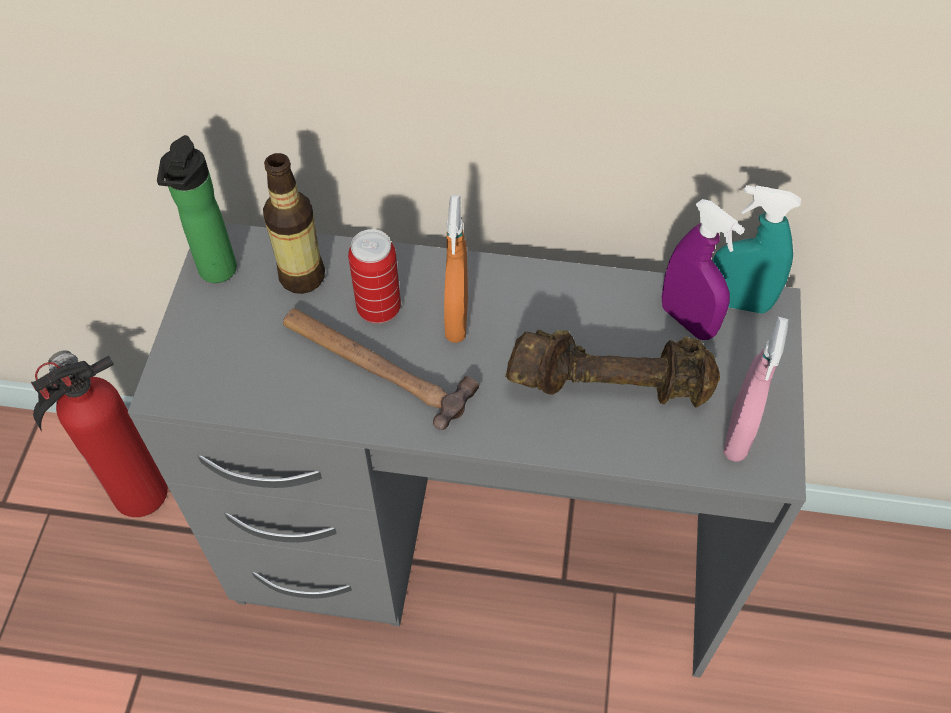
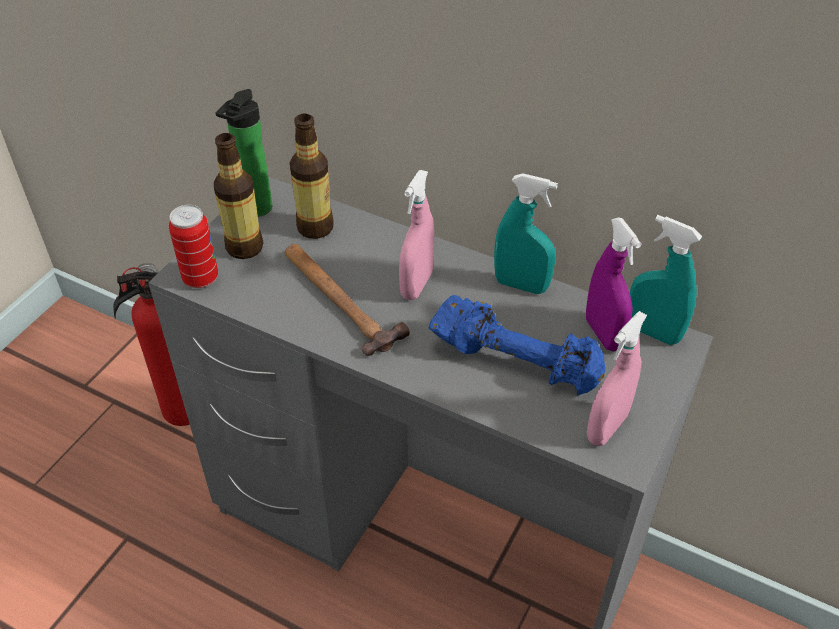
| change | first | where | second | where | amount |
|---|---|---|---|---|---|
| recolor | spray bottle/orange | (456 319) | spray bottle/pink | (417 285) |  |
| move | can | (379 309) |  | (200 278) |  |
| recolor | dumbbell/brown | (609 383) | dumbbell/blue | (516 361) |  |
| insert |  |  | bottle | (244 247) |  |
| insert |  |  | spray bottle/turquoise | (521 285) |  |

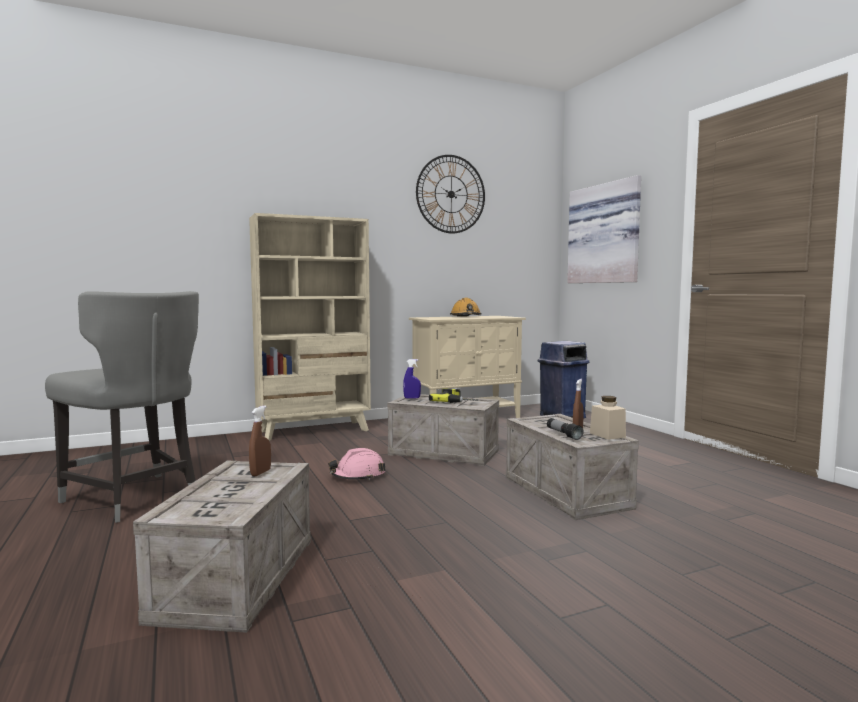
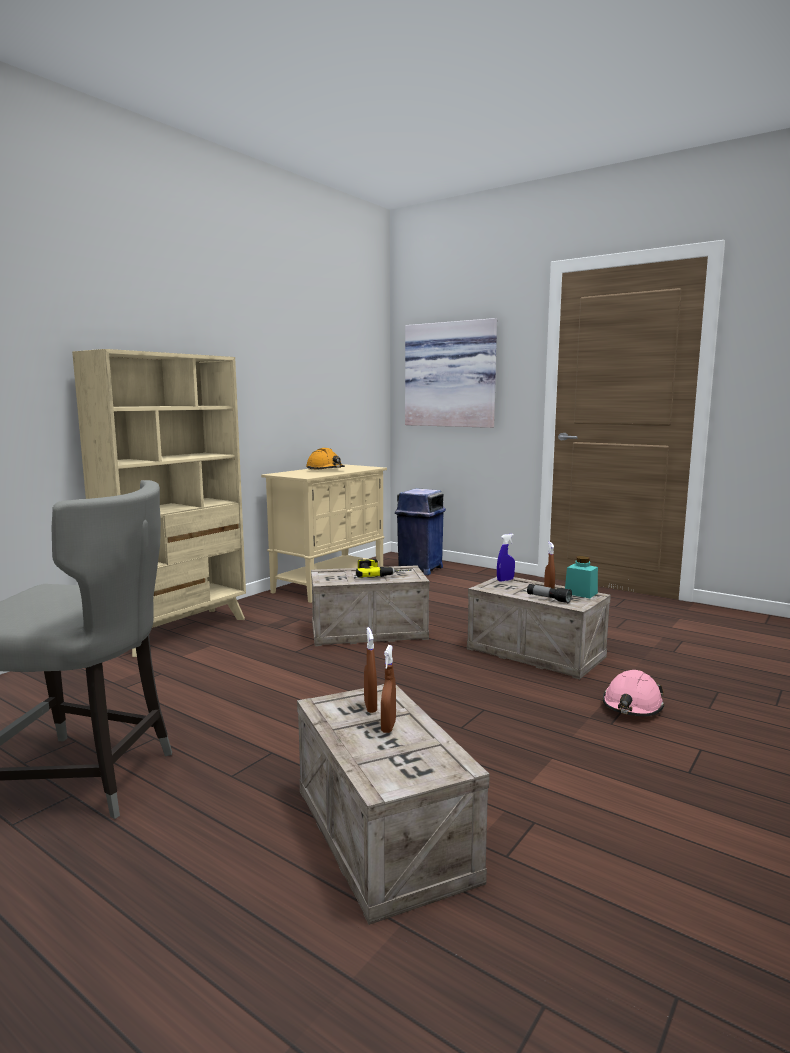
| change | first | where | second | where | amount |
|---|---|---|---|---|---|
| delete | wall clock | (451 194) |  |  |  |
| move | spray bottle/blue | (412 398) |  | (505 580) |  |
| recolor | jar/beige | (607 435) | jar/turquoise | (581 593) |  |
| move | hard hat/pink | (358 476) |  | (632 706) |  |
| insert |  |  | spray bottle/brown | (388 727) |  |

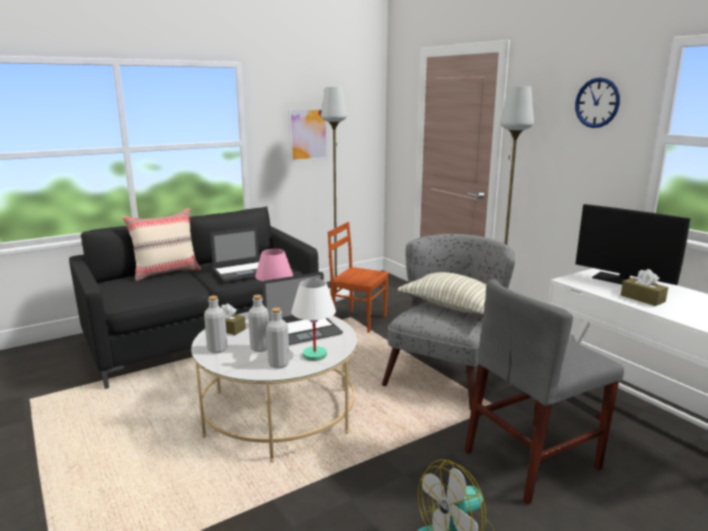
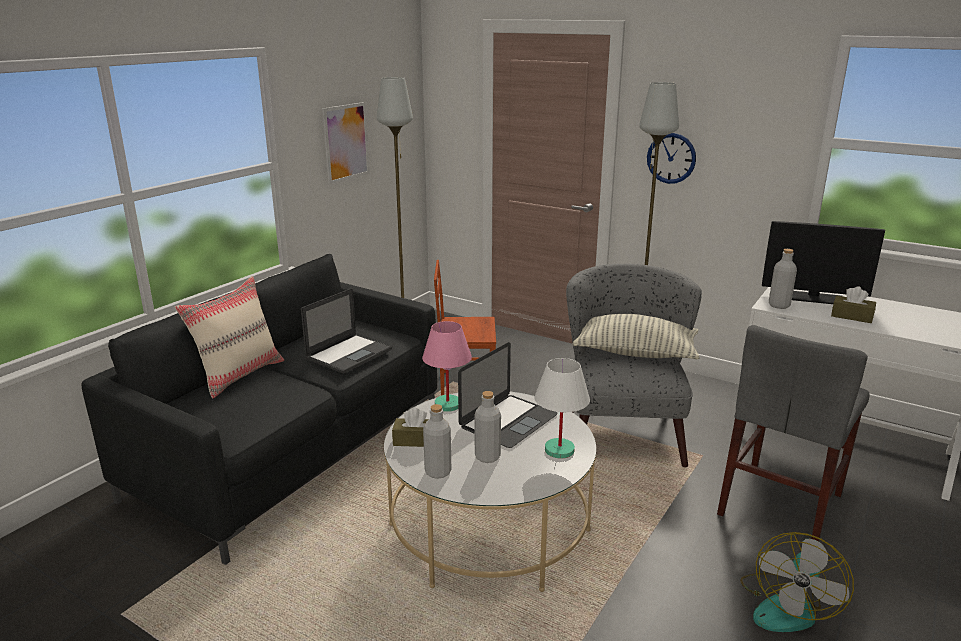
| change | first | where | second | where | amount |
|---|---|---|---|---|---|
| move | wall clock | (597 103) |  | (671 158) |  |
| move | bottle/grey | (278 364) |  | (779 305) |  |

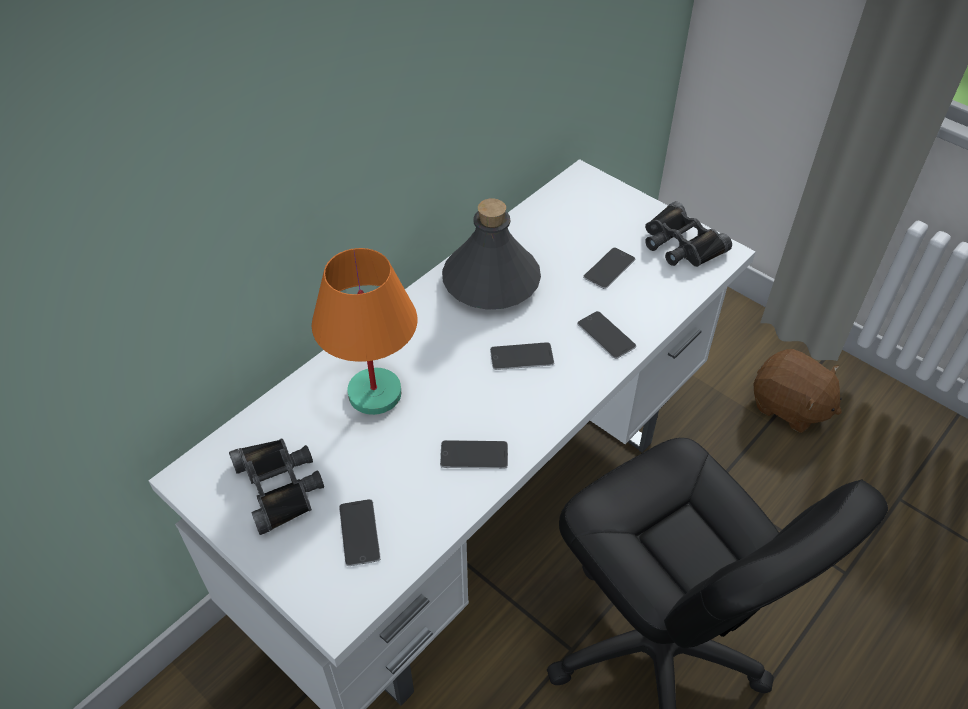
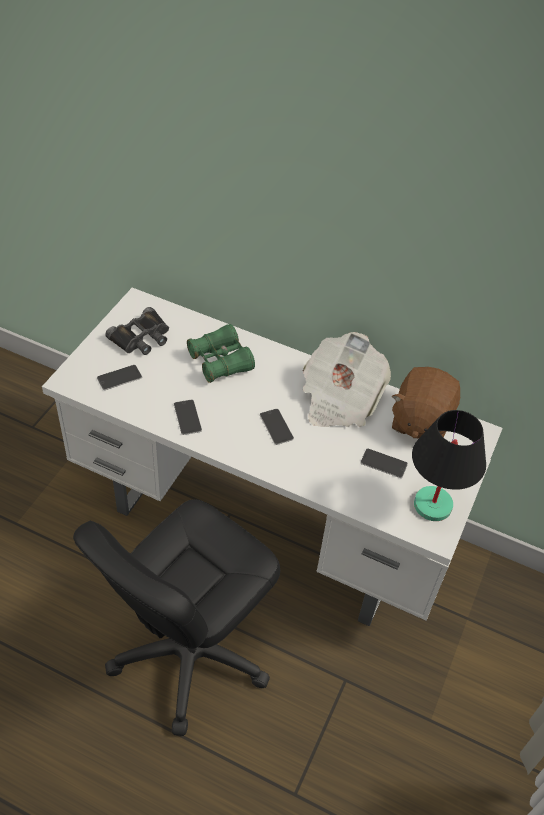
| change | first | where | second | where | amount |
|---|---|---|---|---|---|
| replace | bottle/grey | (492 281) | newspaper | (339 398) |  |
| replace | binoculars/black | (680 244) | table lamp/black | (433 506) |  |
| replace | table lamp/orange | (375 392) | binoculars/green | (220 361) |  |
| delete | phone | (606 335) |  |  |  |
| move | plush toy/brown | (789 407) |  | (420 421) |  |

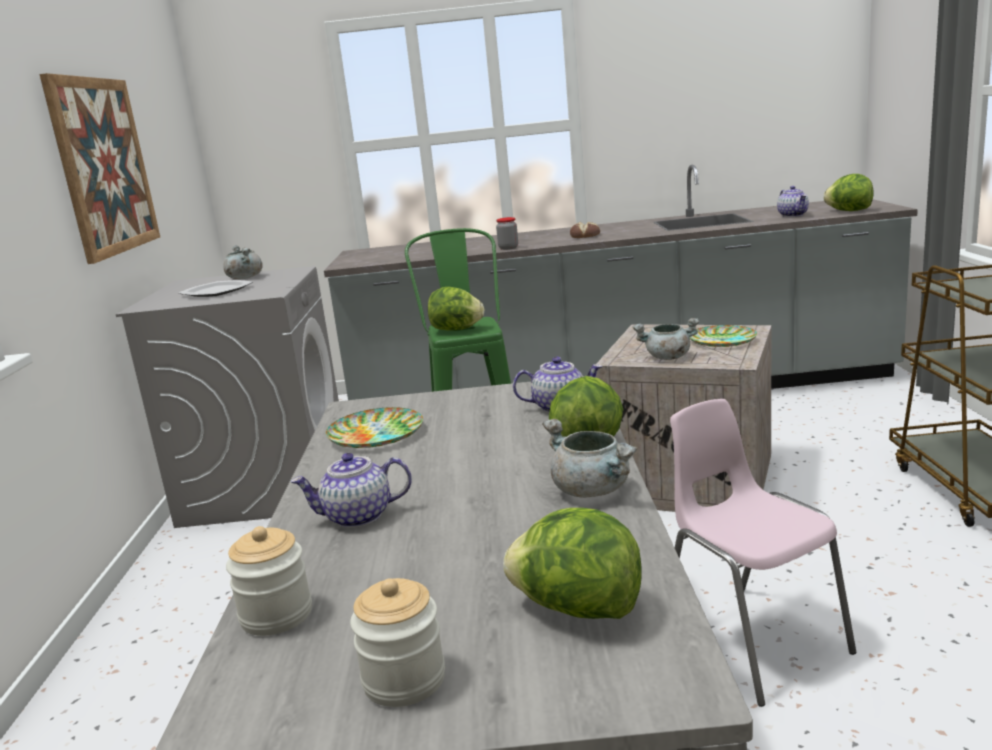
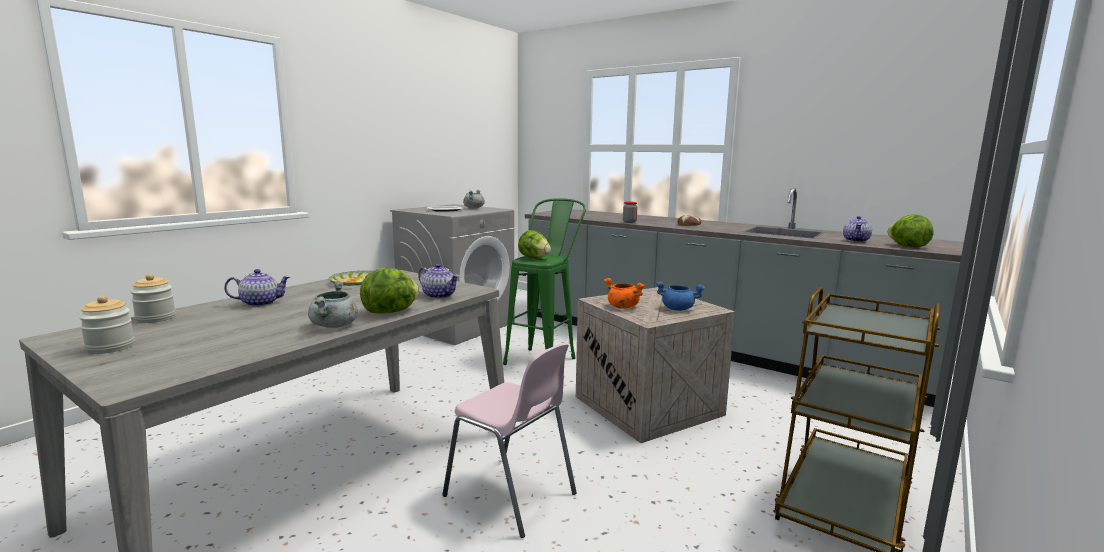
| change | first | where | second | where | amount |
|---|---|---|---|---|---|
| delete | picture | (104 166) |  |  |  |
| recolor | cooking pot/grey | (667 357) | cooking pot/orange | (622 307) |  |
| replace | plate | (722 340) | cooking pot/blue | (678 309) |  |
| rotate | chair/pink | (751 639) |  | (511 495) | 120 degrees clockwise |
| rotate | teapot | (357 517) |  | (261 303) | 135 degrees clockwise |
| delete | lettuce | (578 609) |  |  |  |

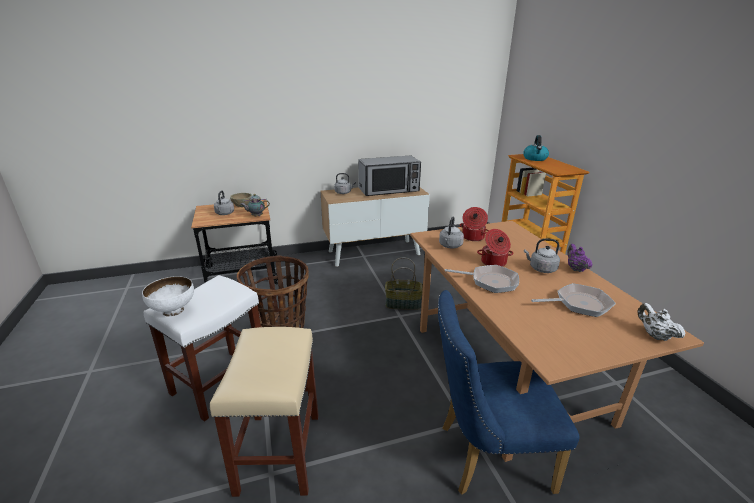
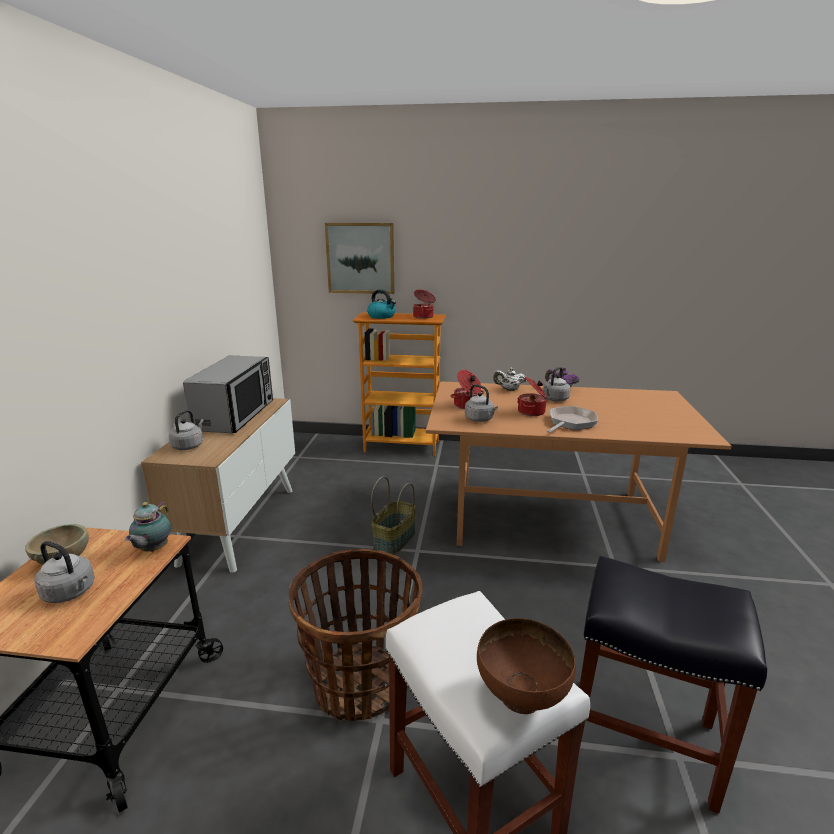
| change | first | where | second | where | amount |
|---|---|---|---|---|---|
| recolor | bowl/white | (173 311) | bowl/brown | (522 696) |  |
| delete | frying pan | (579 304) |  |  |  |
| delete | chair/blue | (485 455) |  |  |  |
| move | teapot/white | (654 335) |  | (509 390) |  |
| recolor | stool/beige | (280 453) | stool/black | (644 739) |  |
| insert |  |  | picture | (360 258) |  |
| insert |  |  | cooking pot | (424 316) |  |

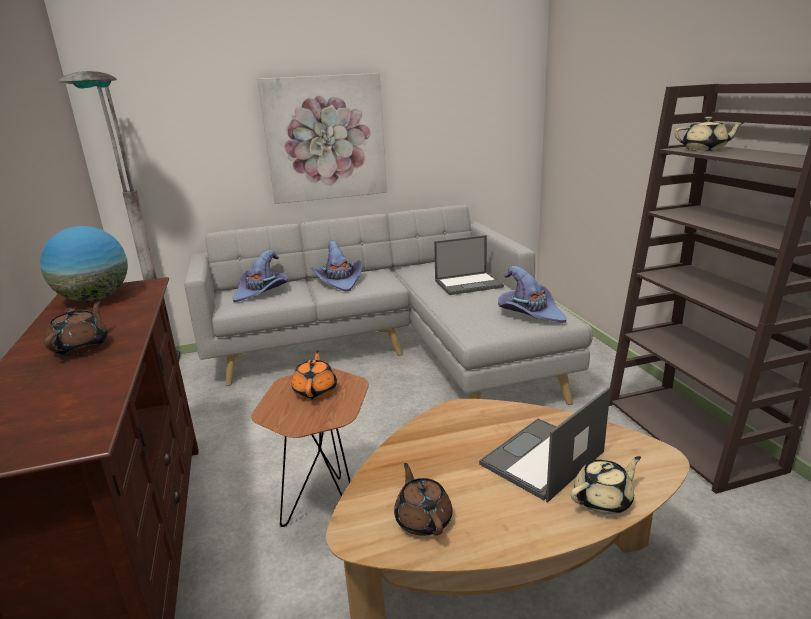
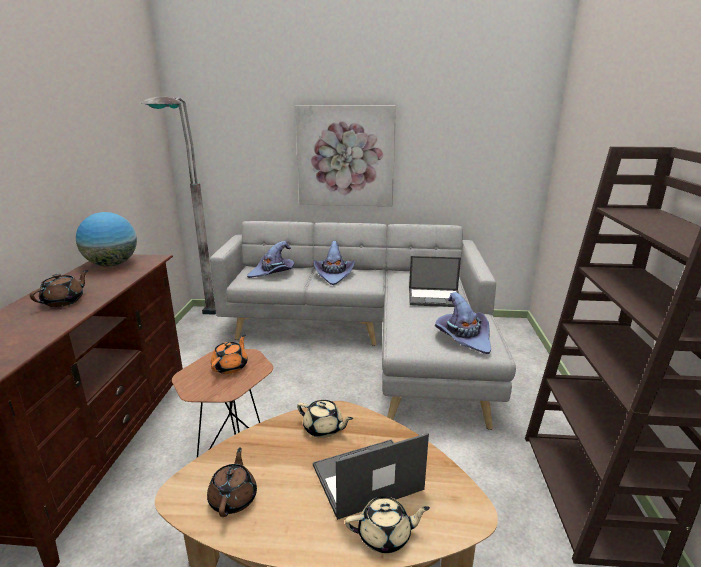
| change | first | where | second | where | amount |
|---|---|---|---|---|---|
| move | teapot/beige | (705 149) |  | (324 429) |  |

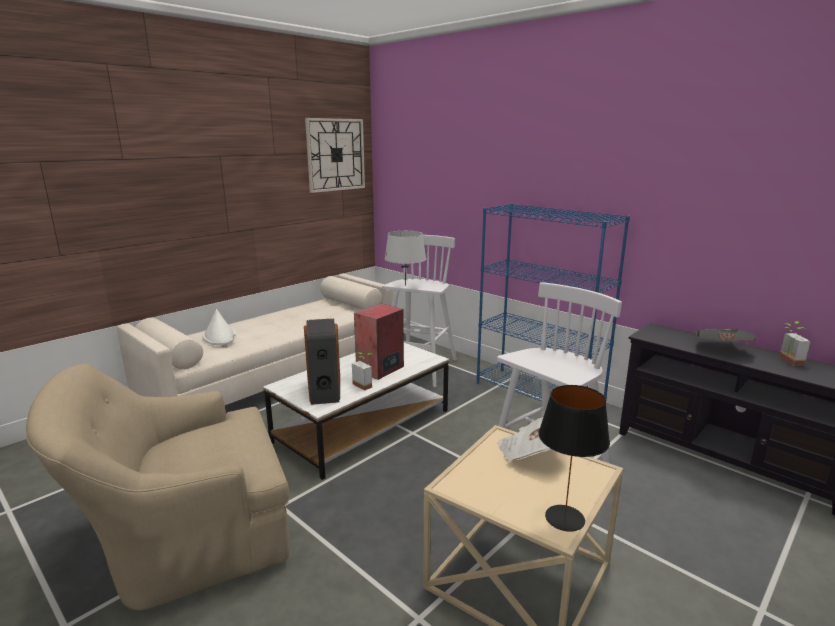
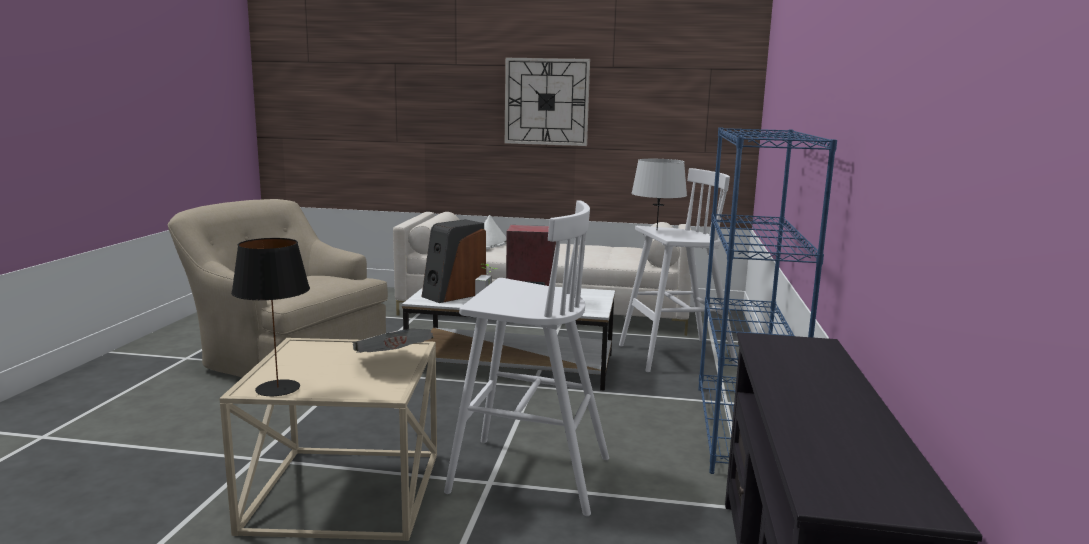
| change | first | where | second | where | amount |
|---|---|---|---|---|---|
| move | wall clock | (335 155) |  | (546 102) |  |
| delete | potted plant | (786 361) |  |  |  |
| delete | newspaper | (721 349) |  |  |  |

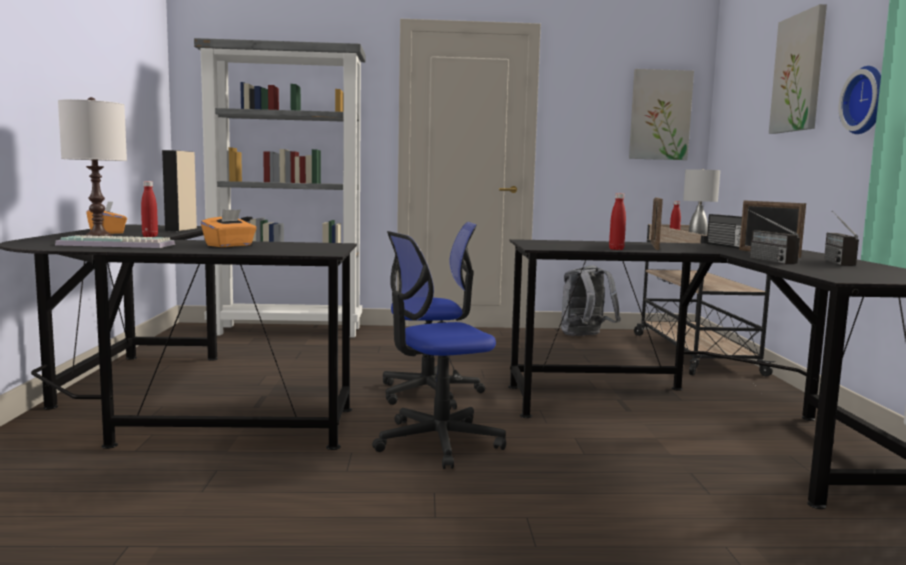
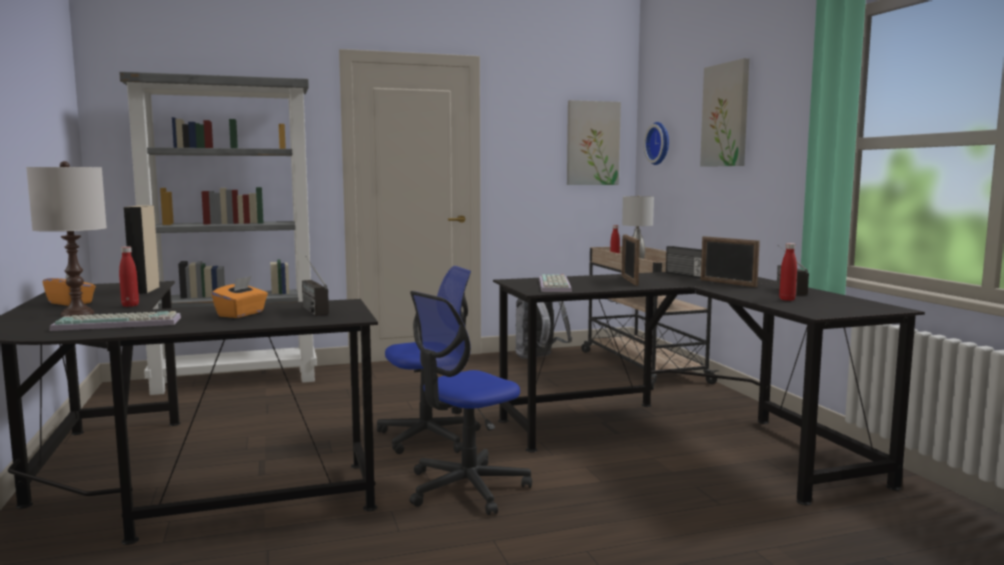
| change | first | where | second | where | amount |
|---|---|---|---|---|---|
| move | wall clock | (868 100) |  | (660 143) |  |
| move | bottle/red | (616 249) |  | (787 299) |  |
| move | radio | (761 259) |  | (310 308) |  |
| insert |  |  | keyboard | (556 285) |  |

